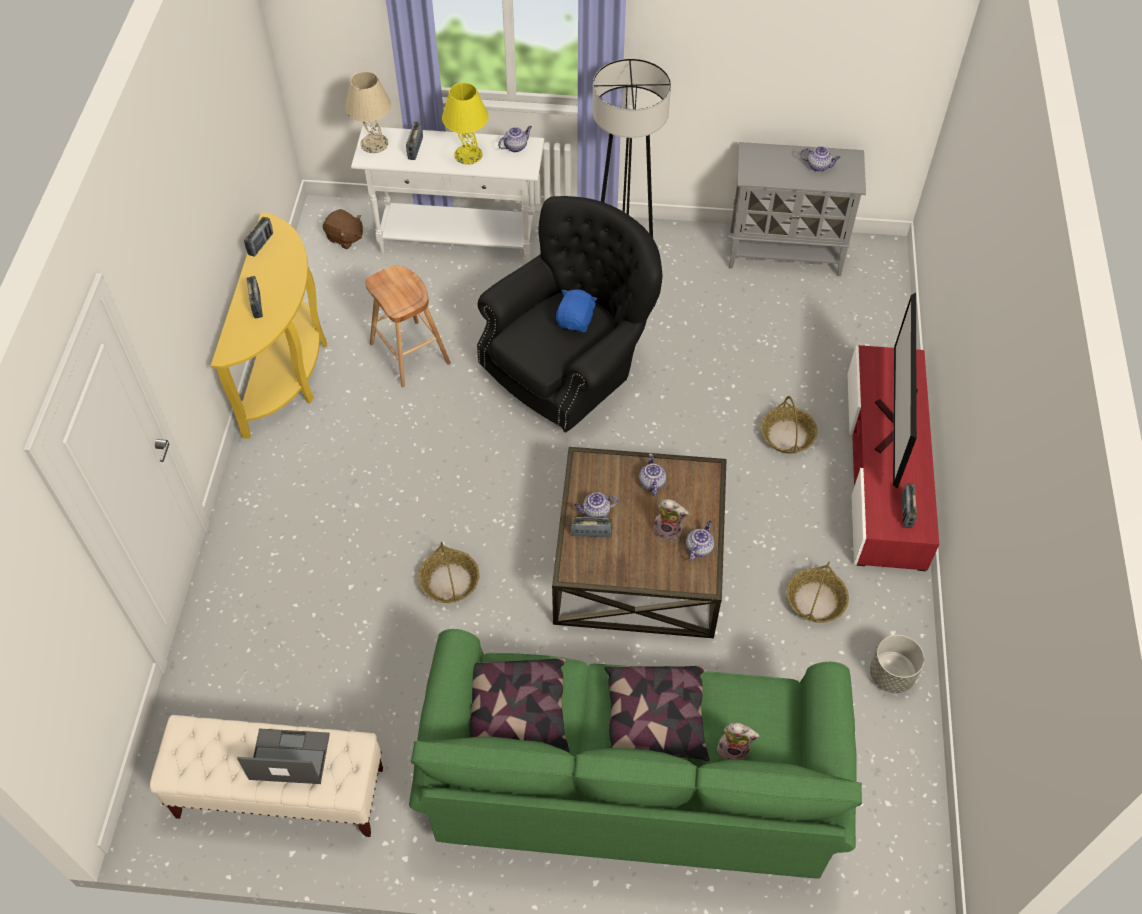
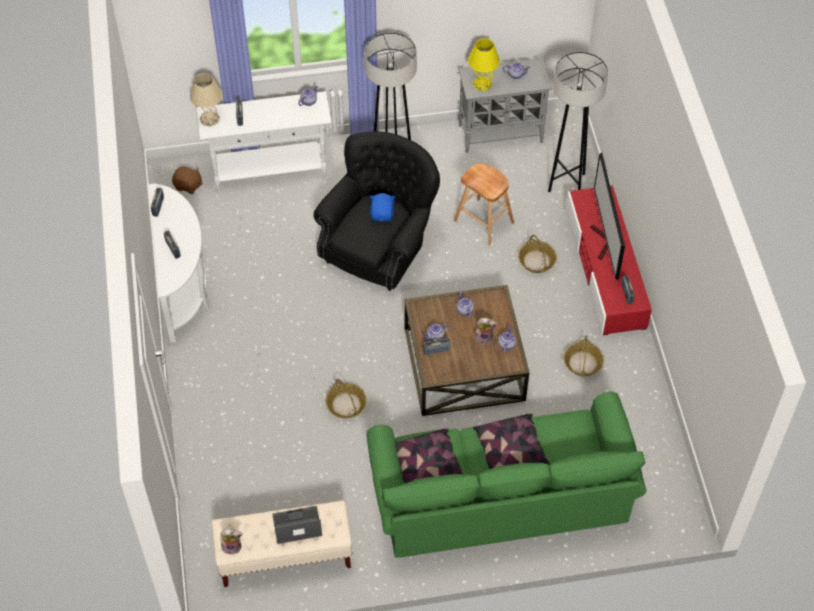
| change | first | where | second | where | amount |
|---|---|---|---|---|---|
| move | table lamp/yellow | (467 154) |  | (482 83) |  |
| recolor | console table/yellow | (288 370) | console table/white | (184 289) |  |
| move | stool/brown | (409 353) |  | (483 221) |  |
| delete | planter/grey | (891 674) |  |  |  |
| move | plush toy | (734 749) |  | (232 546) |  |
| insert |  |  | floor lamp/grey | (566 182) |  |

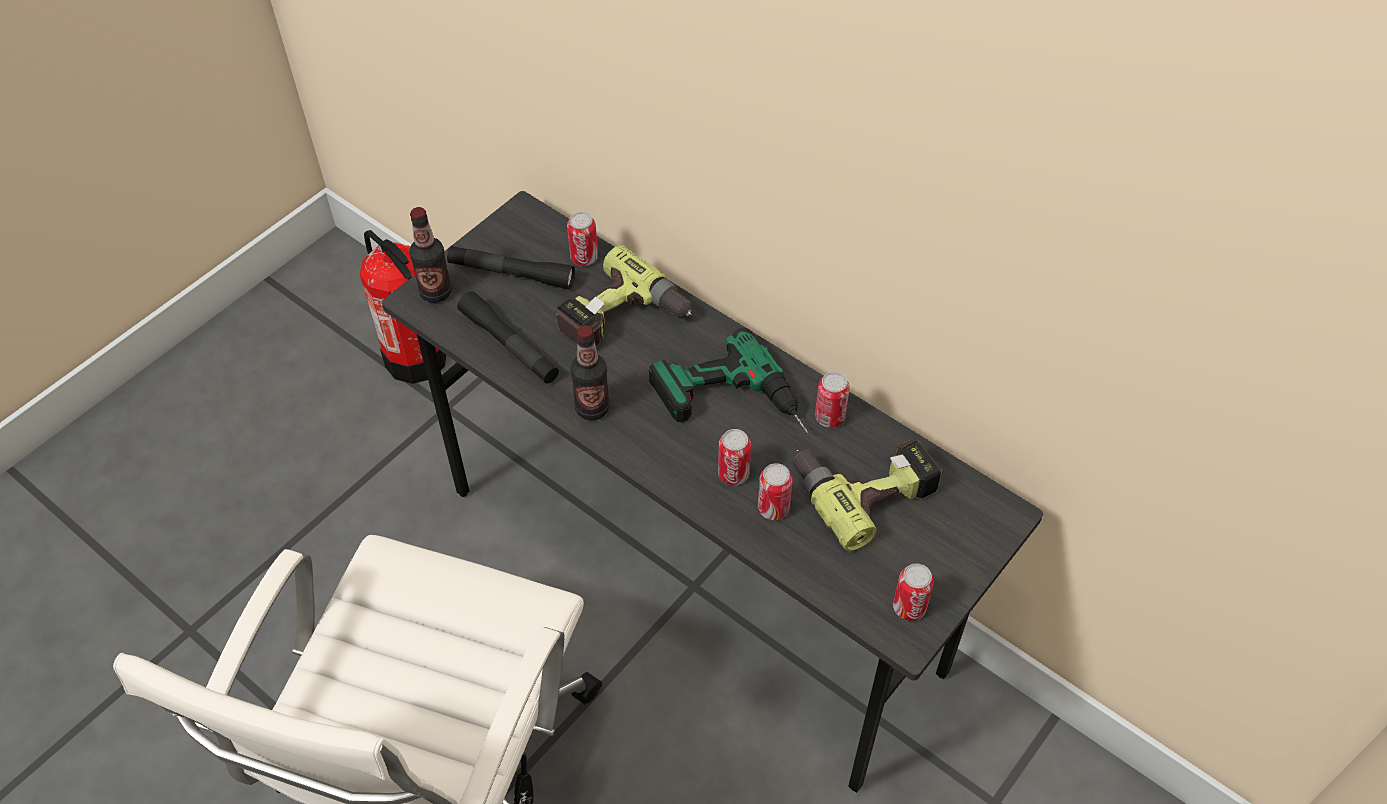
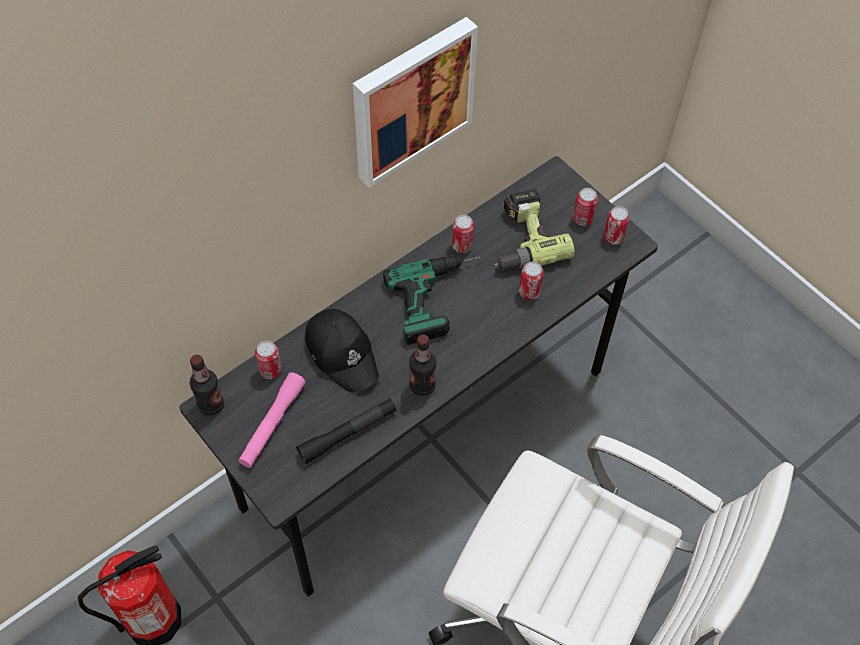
| change | first | where | second | where | amount |
|---|---|---|---|---|---|
| move | bottle | (436 292) |  | (211 405) |  |
| replace | power drill | (623 319) | cap/black | (342 353) |  |
| recolor | flashlight/black | (511 274) | flashlight/pink | (272 424) |  |
| move | can | (733 474) |  | (582 219) |  |
| insert |  |  | picture | (410 99) |  |

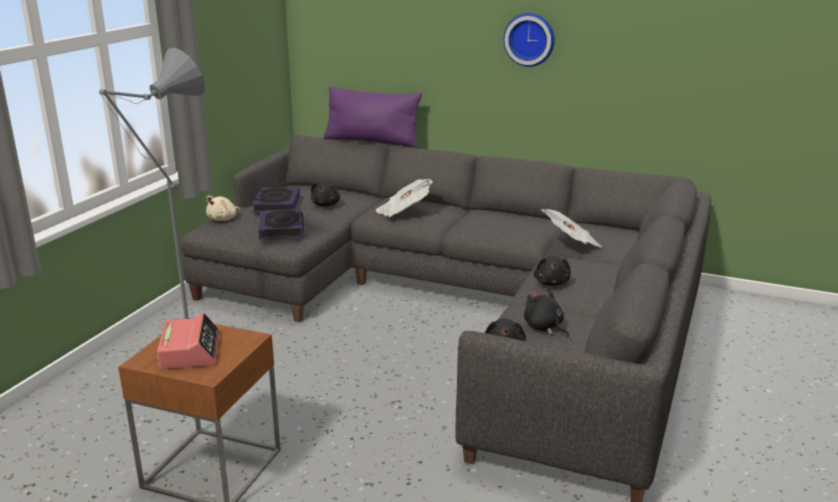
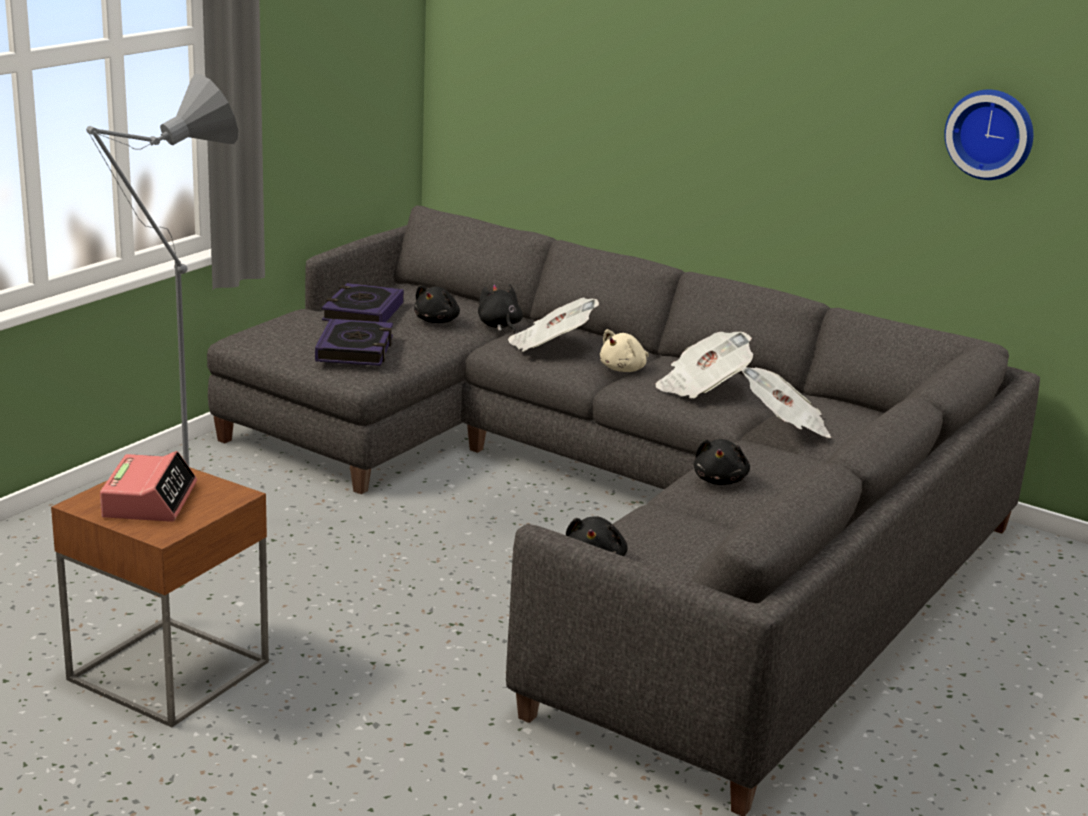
| change | first | where | second | where | amount |
|---|---|---|---|---|---|
| move | wall clock | (530 39) |  | (991 133) |  |
| delete | pillow/purple | (371 141) |  |  |  |
| move | plush toy/beige | (223 219) |  | (624 369) |  |
| move | plush toy/black | (544 327) |  | (500 326) |  |
| insert |  |  | newspaper | (702 387) |  |

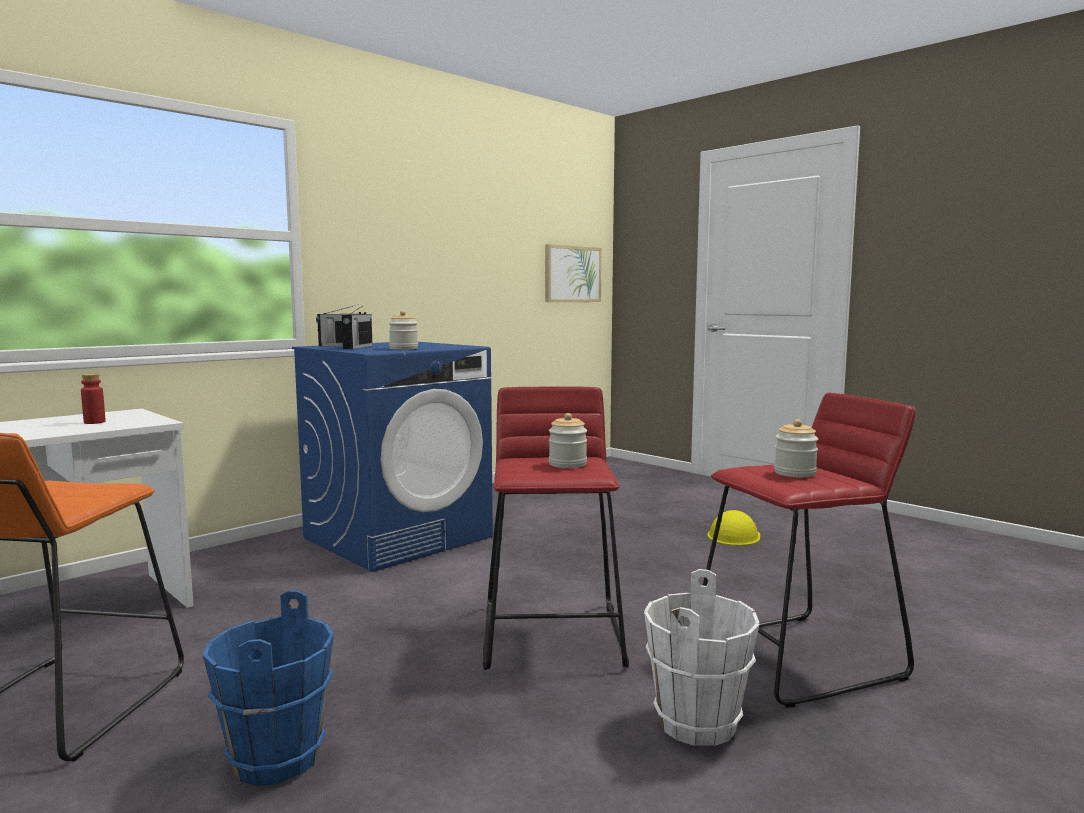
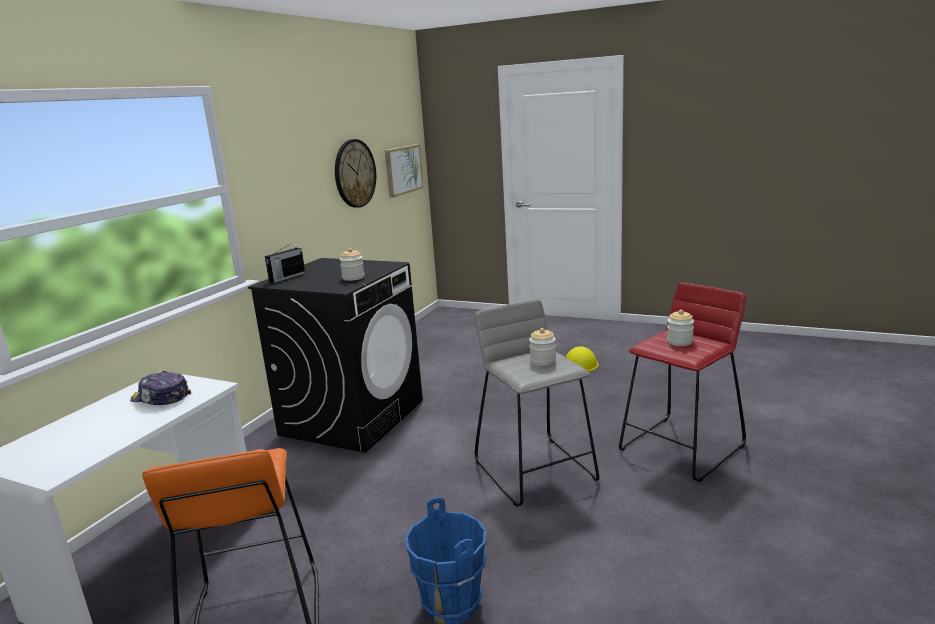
| change | first | where | second | where | amount |
|---|---|---|---|---|---|
| delete | radio | (357 347) |  |  |  |
| recolor | washing machine/blue | (399 537) | washing machine/black | (353 417) |  |
| replace | bottle/red | (94 422) | cap | (160 398) |  |
| recolor | stool/red | (554 635) | stool/grey | (536 470) |  |
| delete | bucket/white | (698 724) |  |  |  |
| insert |  |  | wall clock | (354 173) |  |

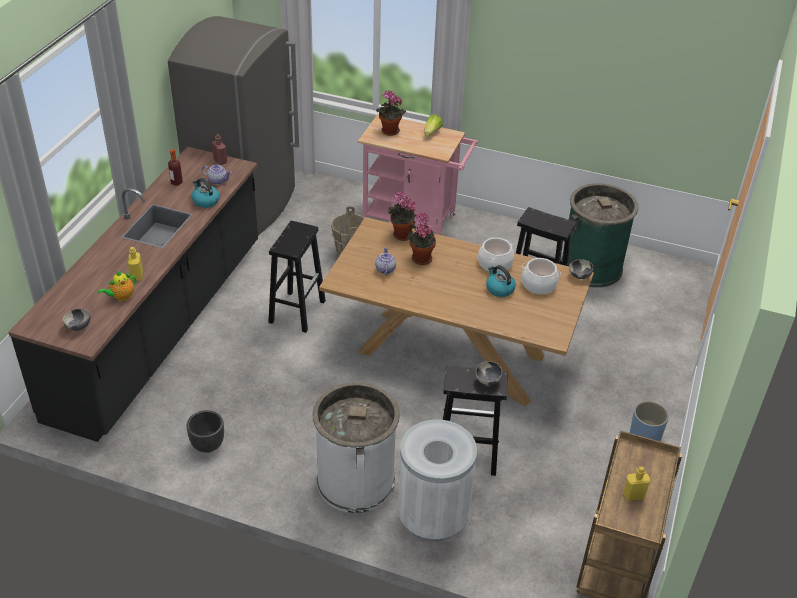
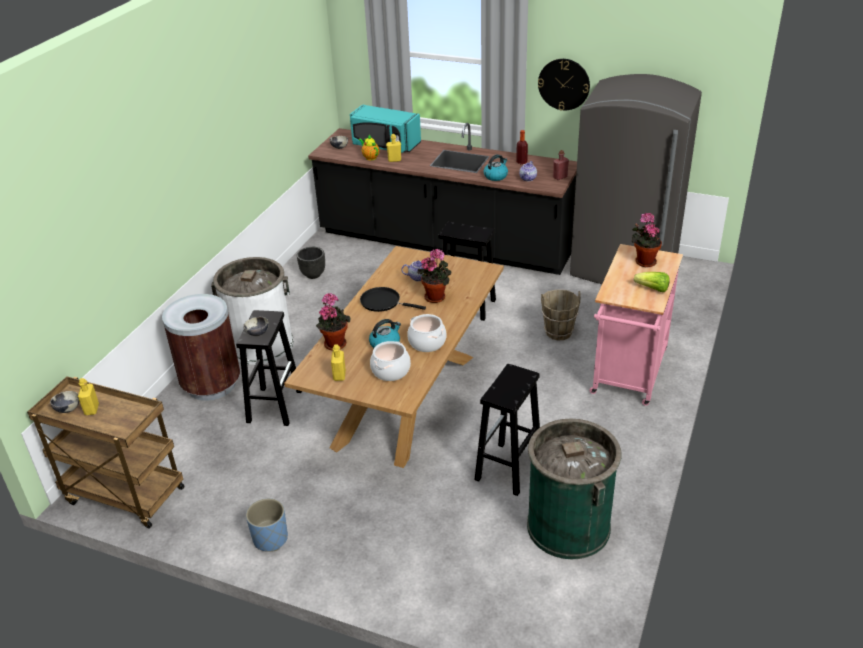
| change | first | where | second | where | amount |
|---|---|---|---|---|---|
| move | potted plant | (401 235) |  | (335 343) |  |
| move | bowl | (579 276) |  | (68 409) |  |
| recolor | trash can/white | (432 518) | trash can/brown | (211 384) |  |
| insert |  |  | wall clock | (564 84) |  |
| insert |  |  | microwave/turquoise | (385 145) |  |
| insert |  |  | frying pan/black | (383 302) |  |
| insert |  |  | bottle/yellow | (339 376) |  |

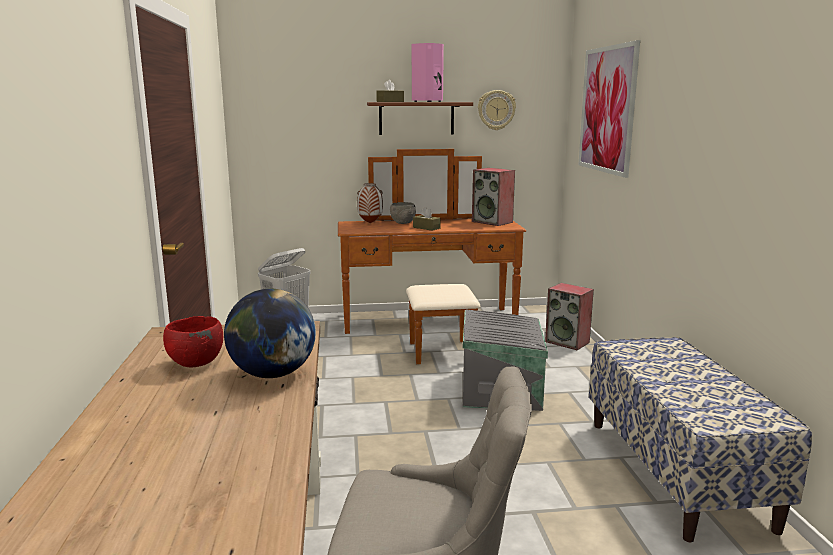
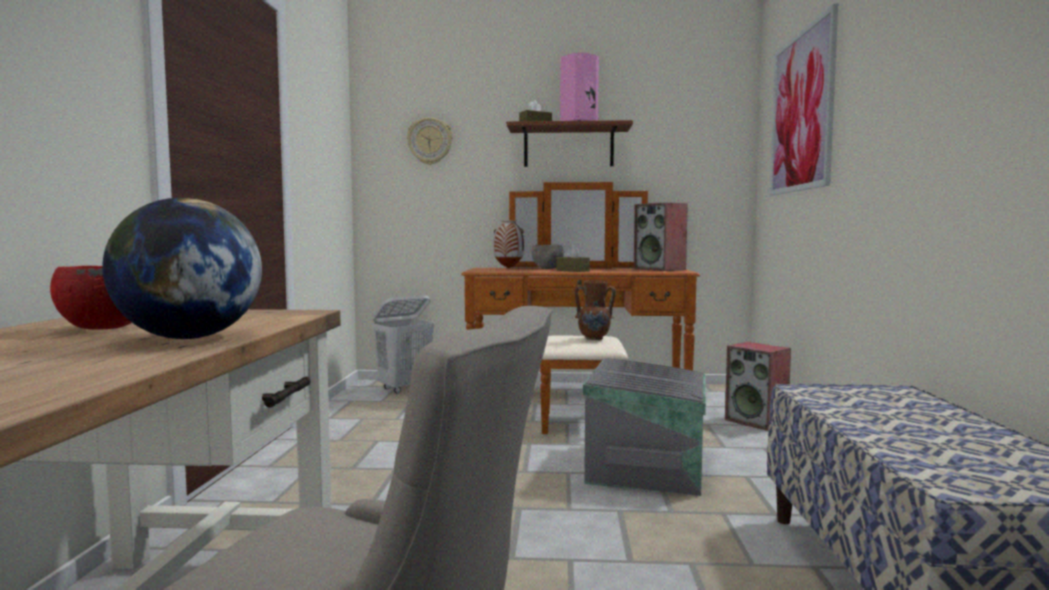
| change | first | where | second | where | amount |
|---|---|---|---|---|---|
| move | wall clock | (496 110) |  | (430 141) |  |
| insert |  |  | vase/brown | (594 339) |  |

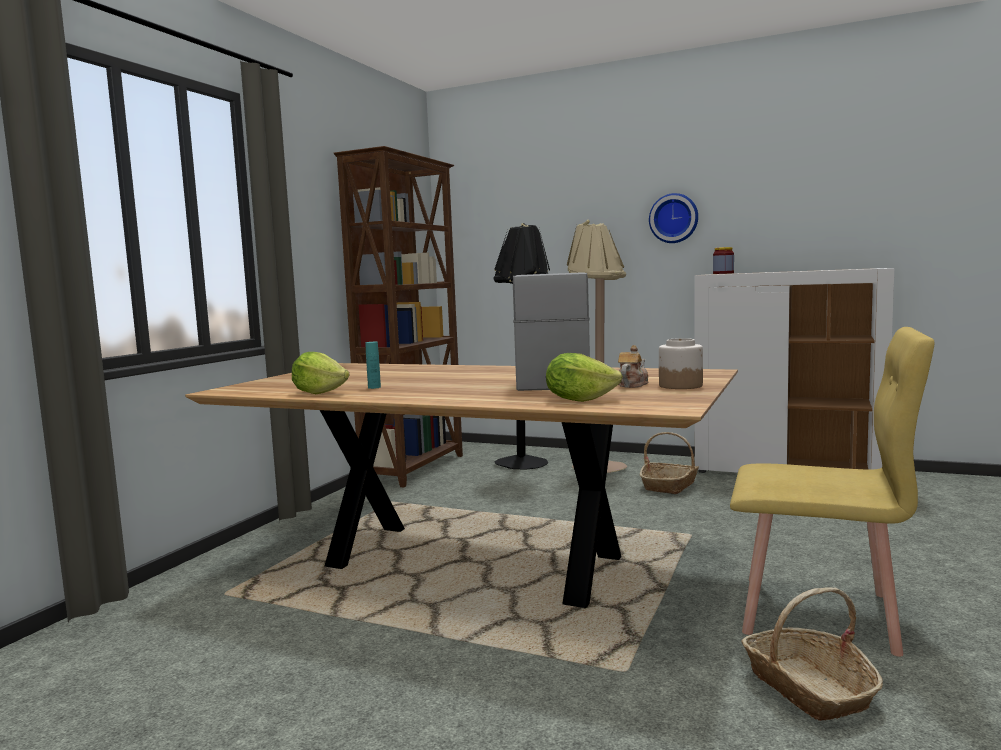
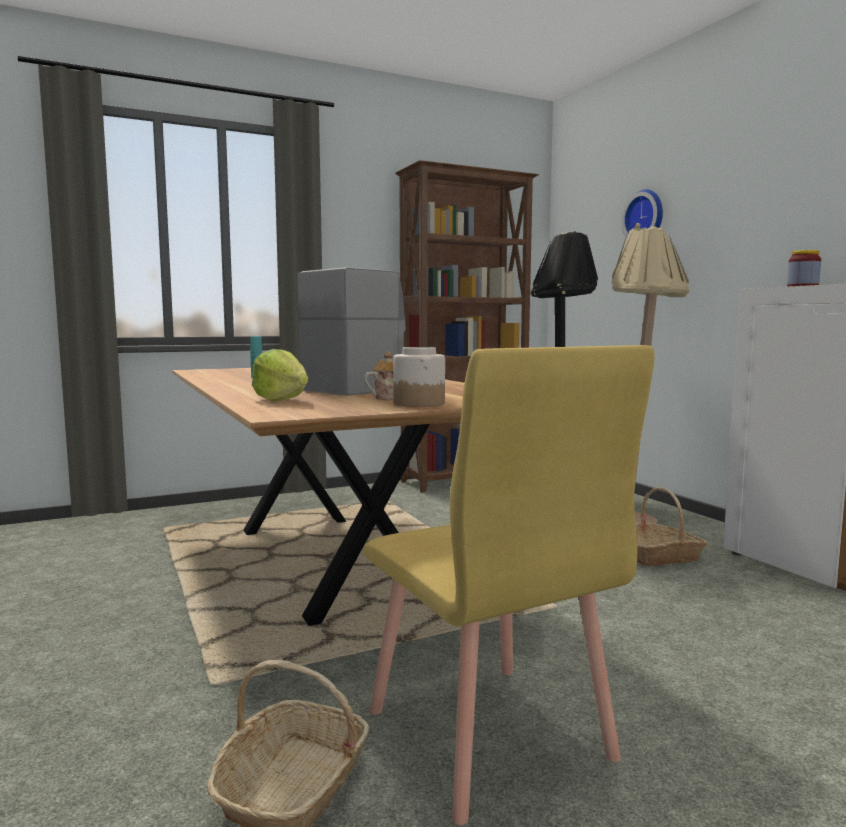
| change | first | where | second | where | amount |
|---|---|---|---|---|---|
| move | wall clock | (674 218) |  | (645 217) |  |
| delete | lettuce | (319 392) |  |  |  |

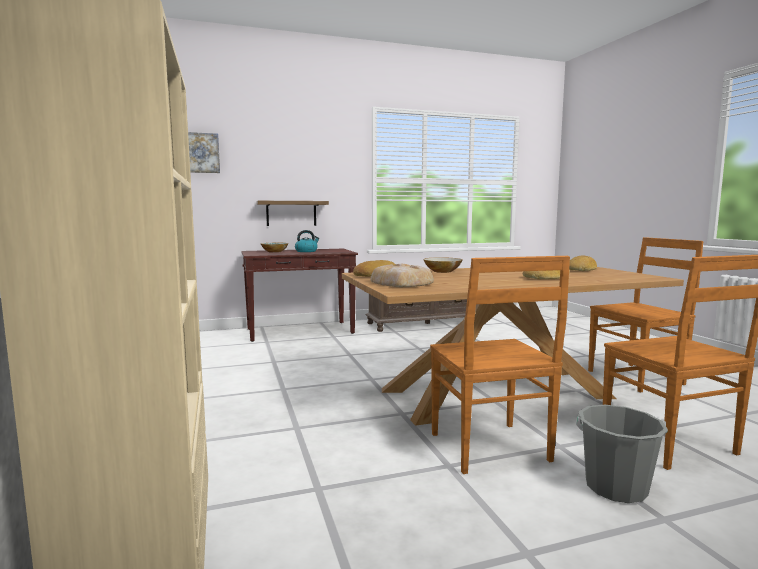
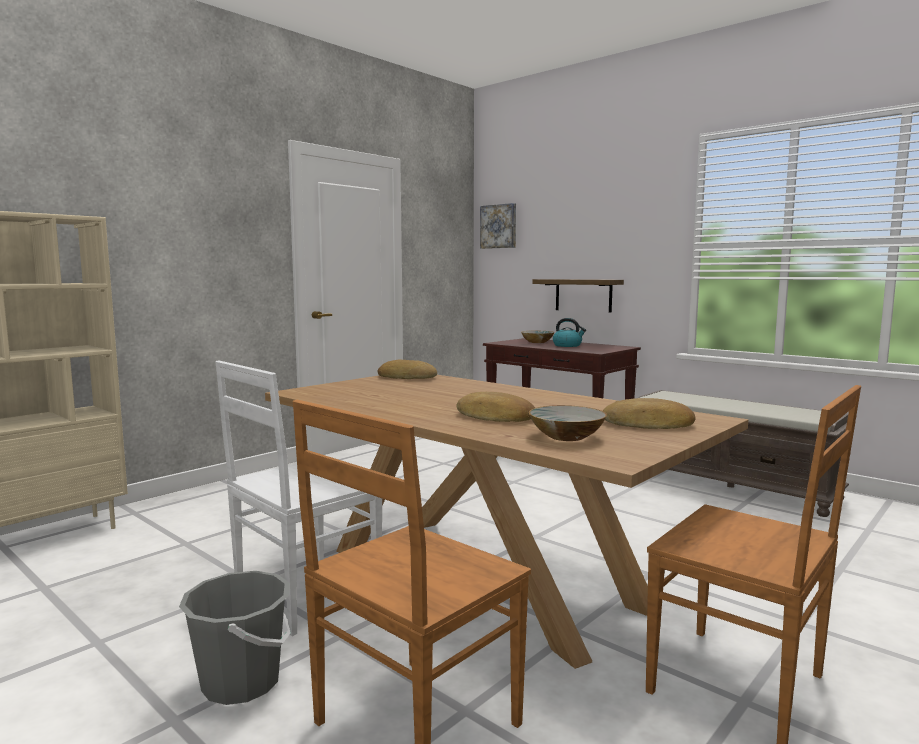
| change | first | where | second | where | amount |
|---|---|---|---|---|---|
| recolor | chair/brown | (490 449) | chair/white | (303 596) |  |
| move | bowl | (442 271) |  | (566 436) |  |
| delete | bread | (402 283) |  |  |  |

